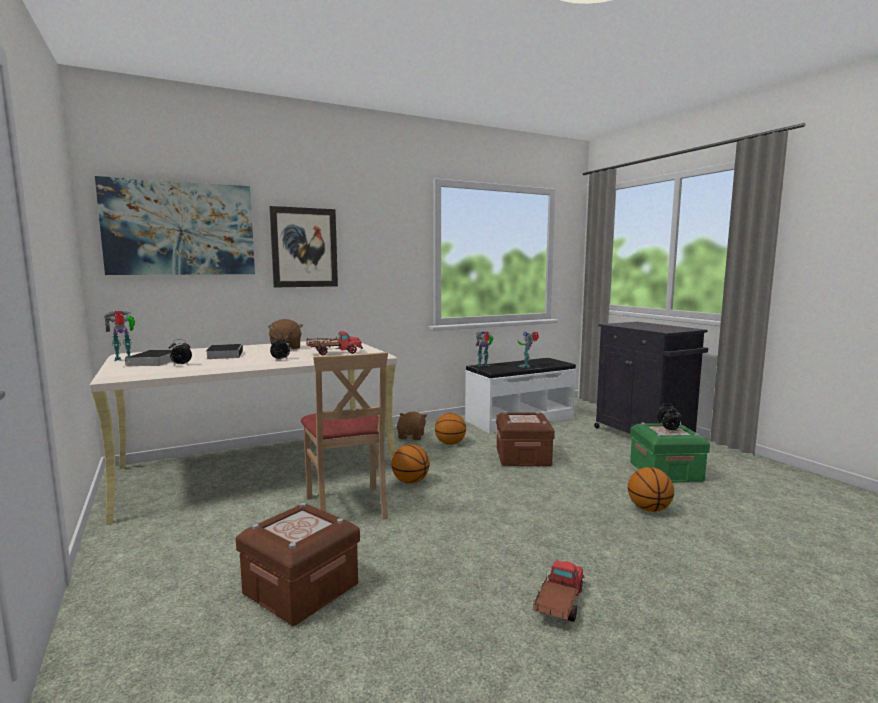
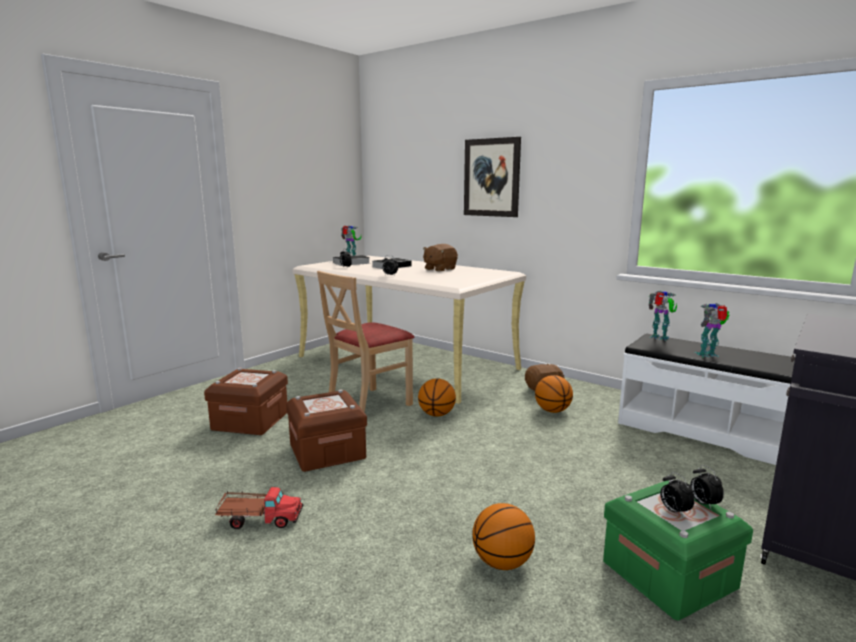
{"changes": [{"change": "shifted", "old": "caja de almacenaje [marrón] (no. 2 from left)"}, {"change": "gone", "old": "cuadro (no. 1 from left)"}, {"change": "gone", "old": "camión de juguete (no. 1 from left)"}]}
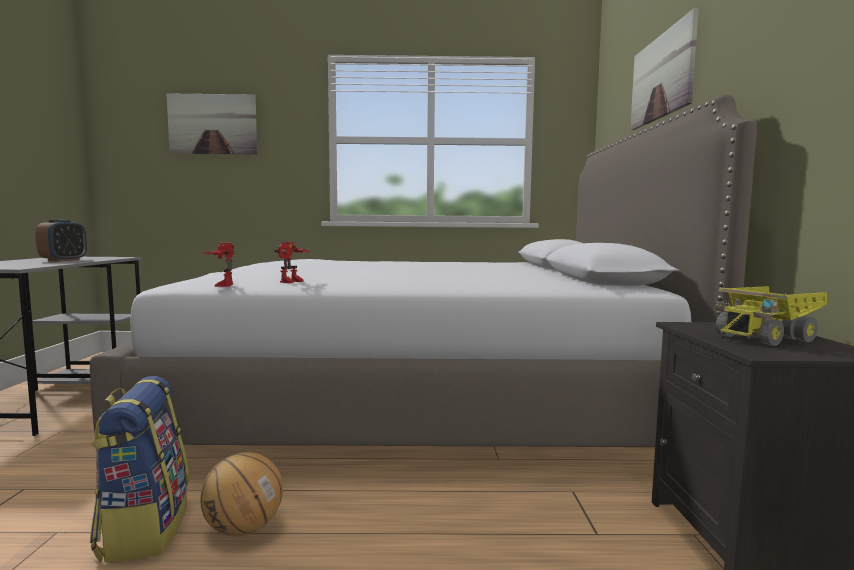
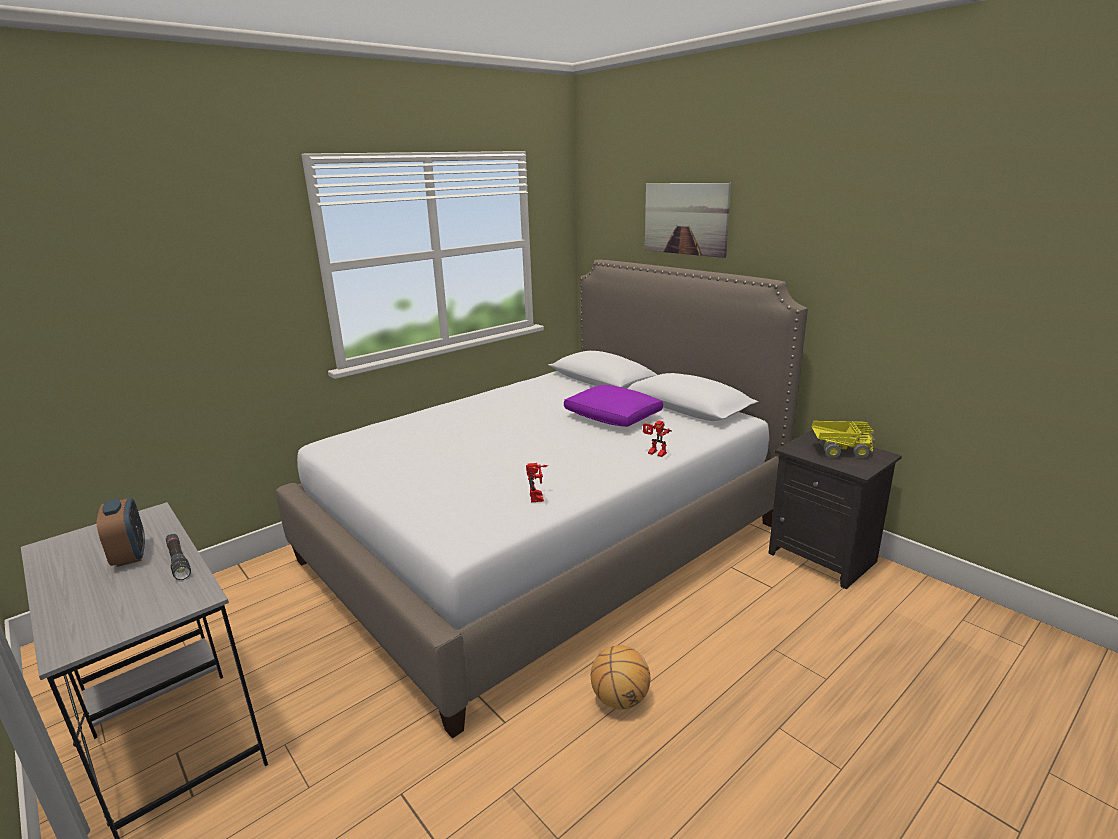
{"changes": [{"change": "new", "new": "linterna [negro]"}, {"change": "new", "new": "cojín [morado]"}, {"change": "shifted", "old": "robot de juguete (no. 1 from left in the first image)", "new": "robot de juguete (no. 2 from left)"}, {"change": "rotated", "old": "camión de juguete", "degrees": -105}, {"change": "gone", "old": "mochila"}, {"change": "gone", "old": "cuadro (no. 1 from left)"}]}
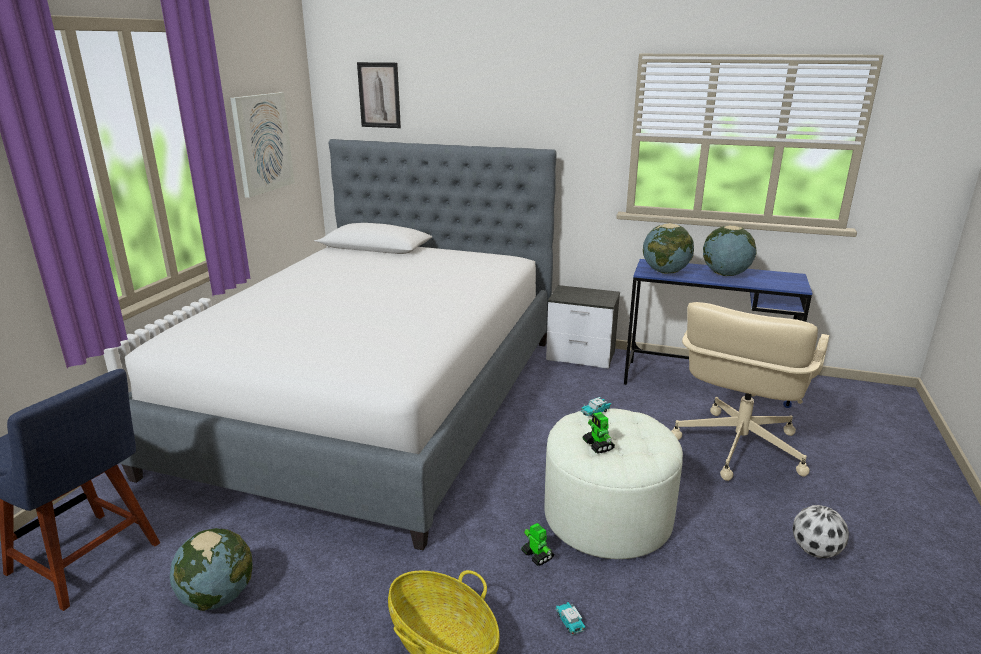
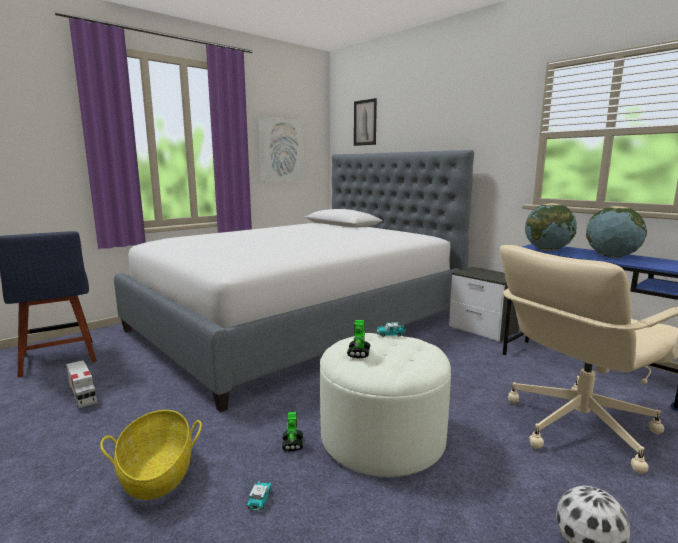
{"changes": [{"change": "swapped", "old": "globo terráqueo (no. 1 from left)", "new": "camión de juguete"}]}
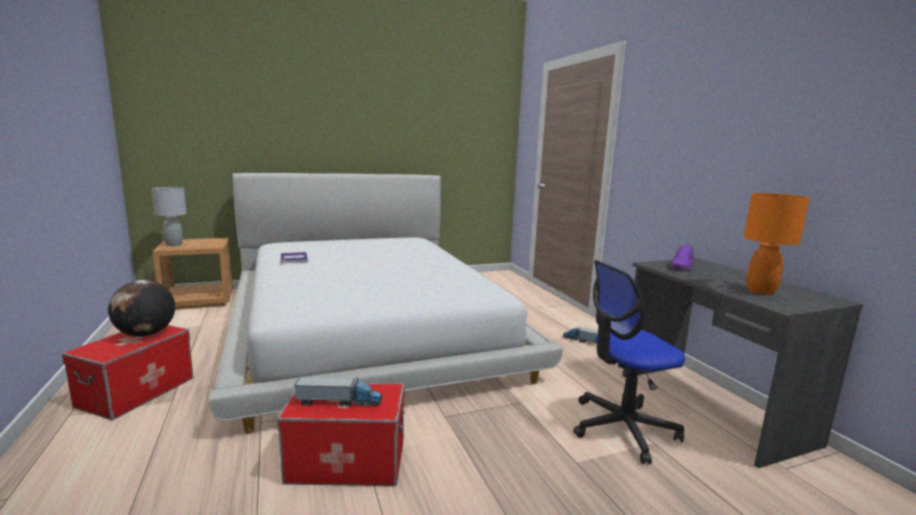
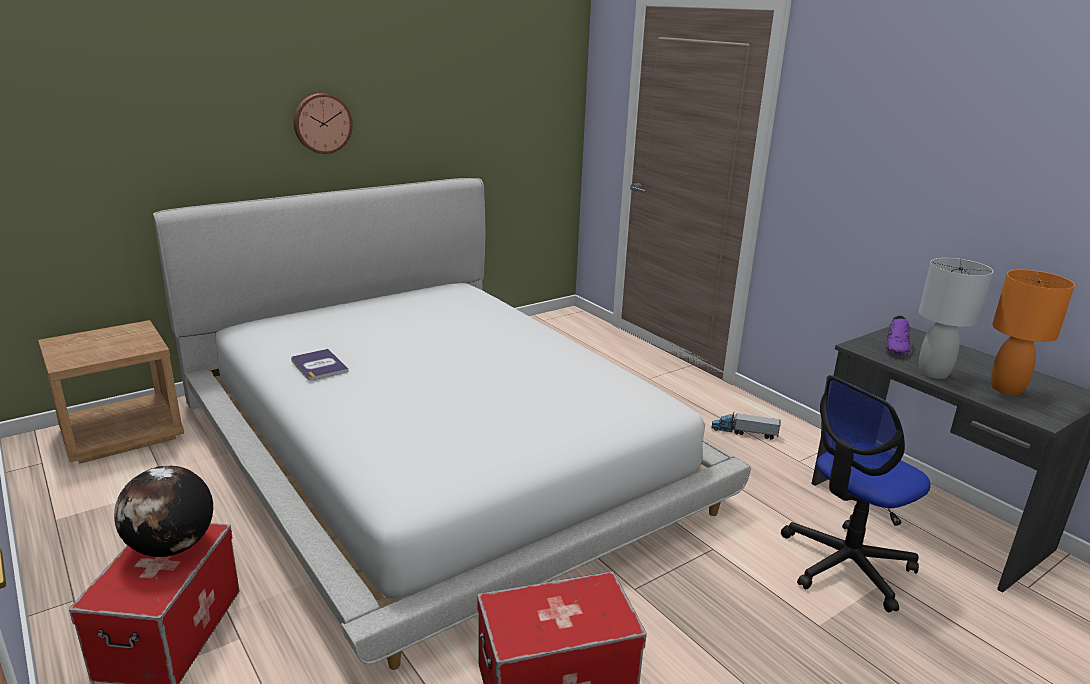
{"changes": [{"change": "new", "new": "reloj de pared"}, {"change": "shifted", "old": "lámpara de mesa [gris]"}, {"change": "gone", "old": "camión de juguete (no. 1 from left)"}]}
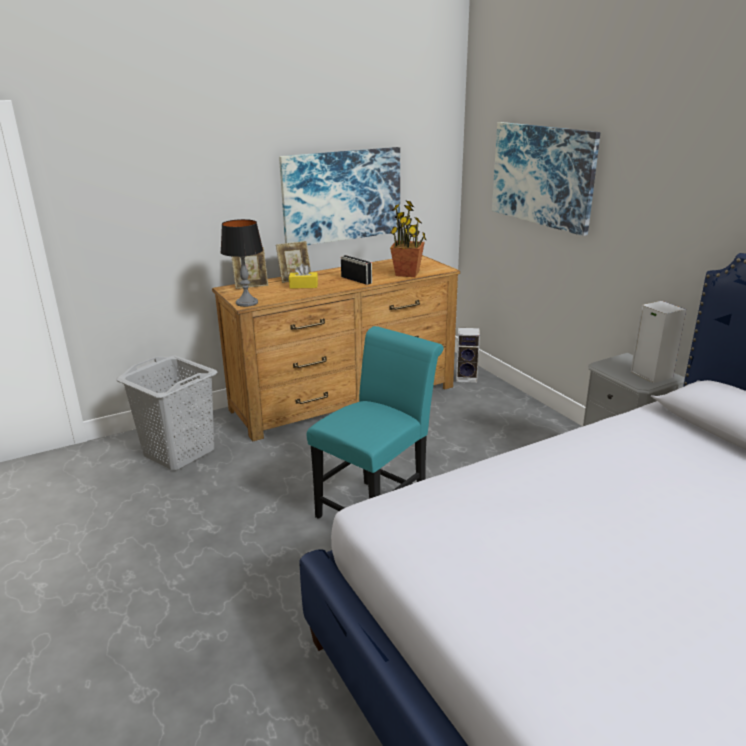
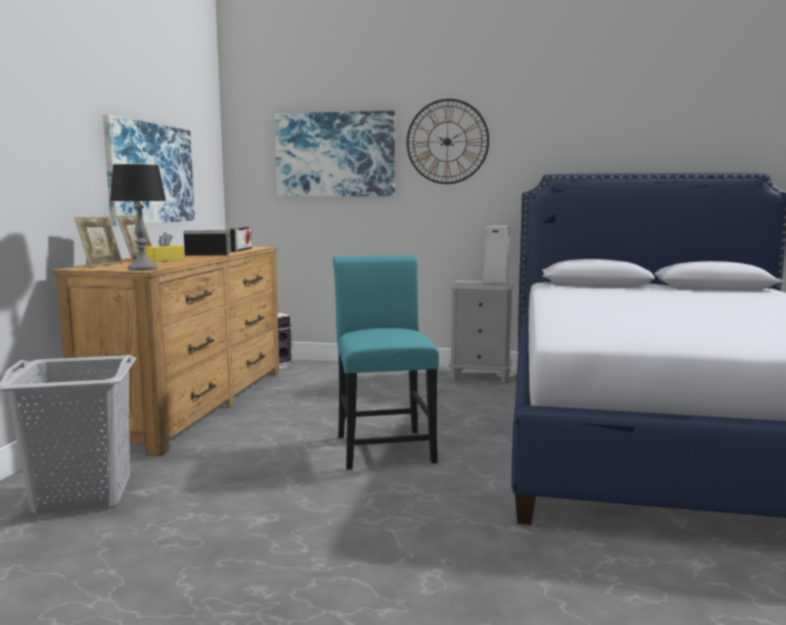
{"changes": [{"change": "swapped", "old": "planta en maceta", "new": "radio (no. 2 from left)"}, {"change": "new", "new": "reloj de pared"}]}
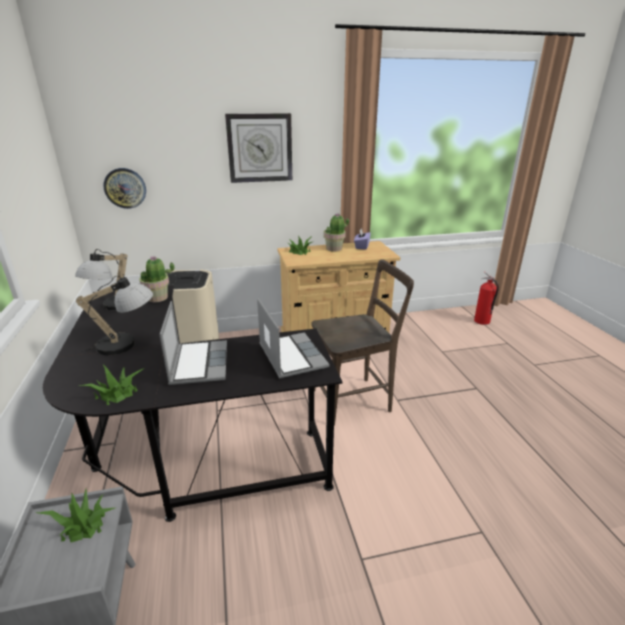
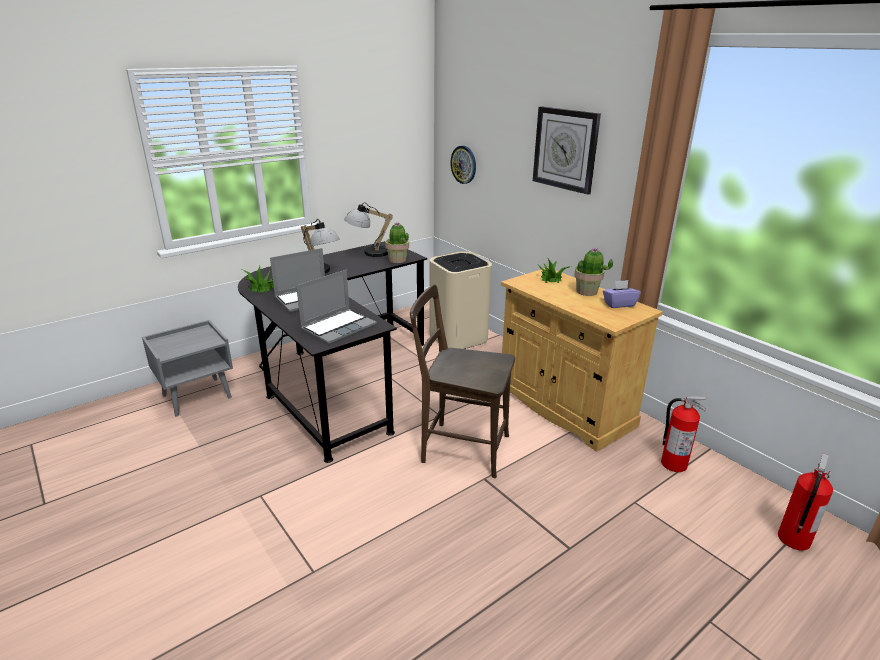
{"changes": [{"change": "rotated", "old": "silla [marrón]", "degrees": 150}, {"change": "new", "new": "extintor (no. 1 from left)"}, {"change": "gone", "old": "planta en maceta (no. 1 from left)"}]}
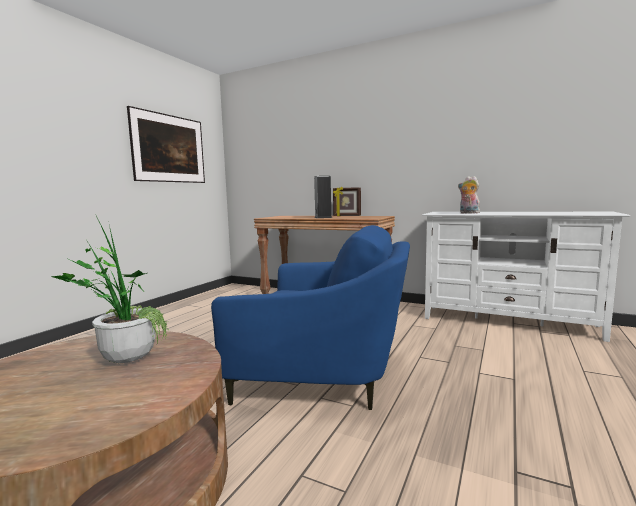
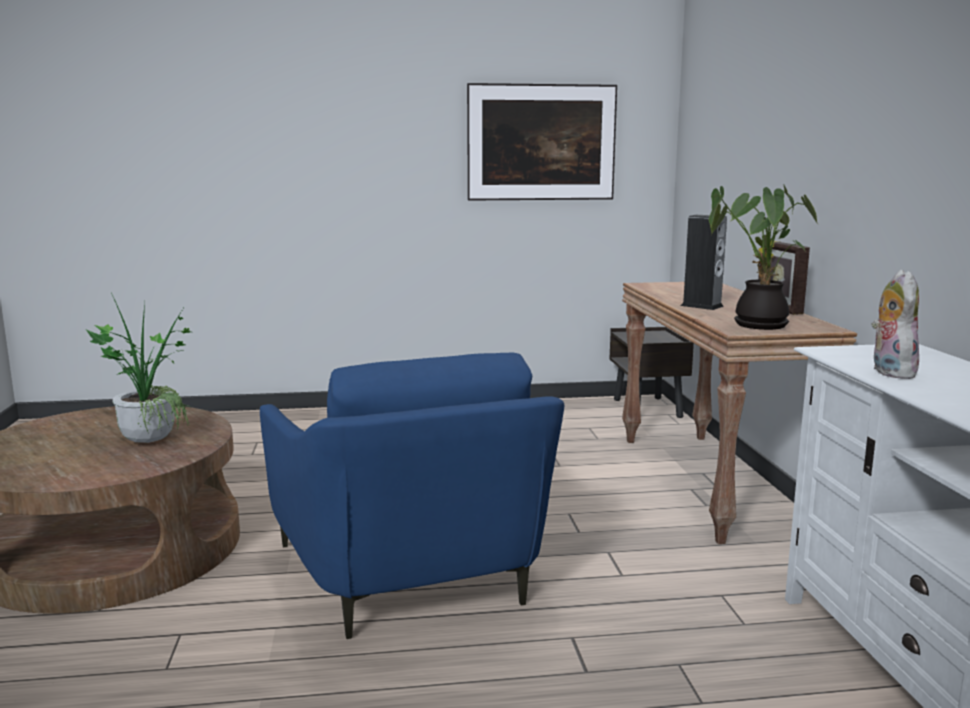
{"changes": [{"change": "new", "new": "mesita de noche [marrón]"}, {"change": "new", "new": "planta en maceta (no. 2 from left)"}]}
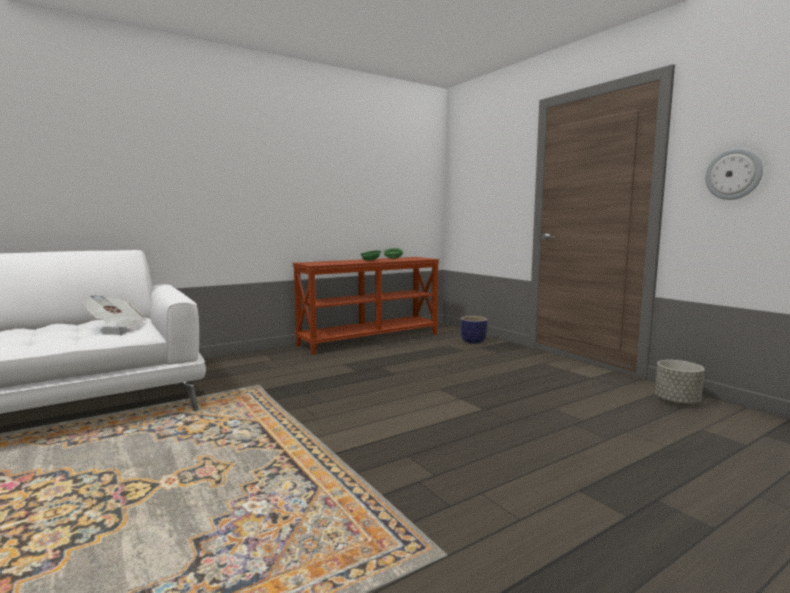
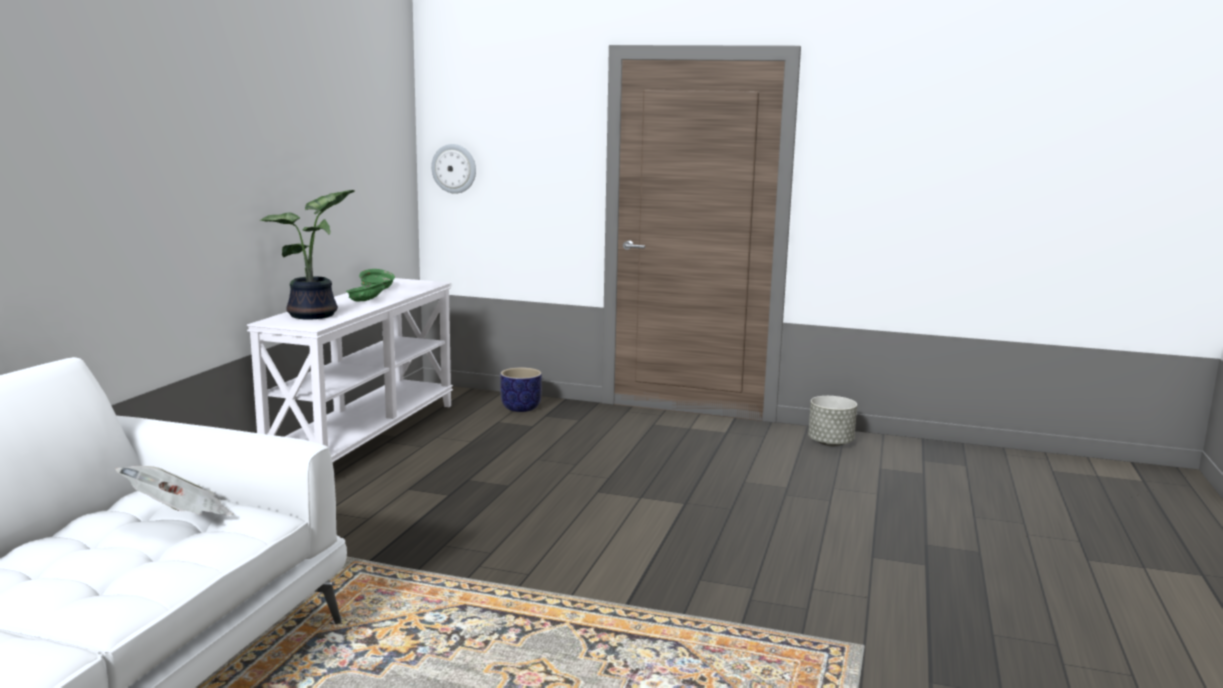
{"changes": [{"change": "repainted", "old": "mesa consola [marrón]", "new": "mesa consola [blanco]"}, {"change": "new", "new": "planta en maceta"}, {"change": "shifted", "old": "reloj de pared"}]}
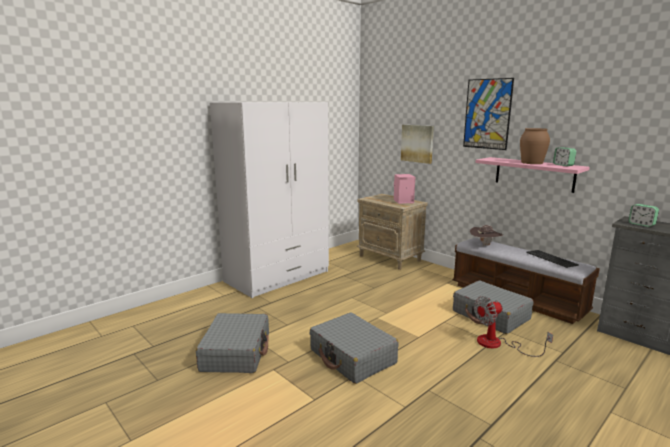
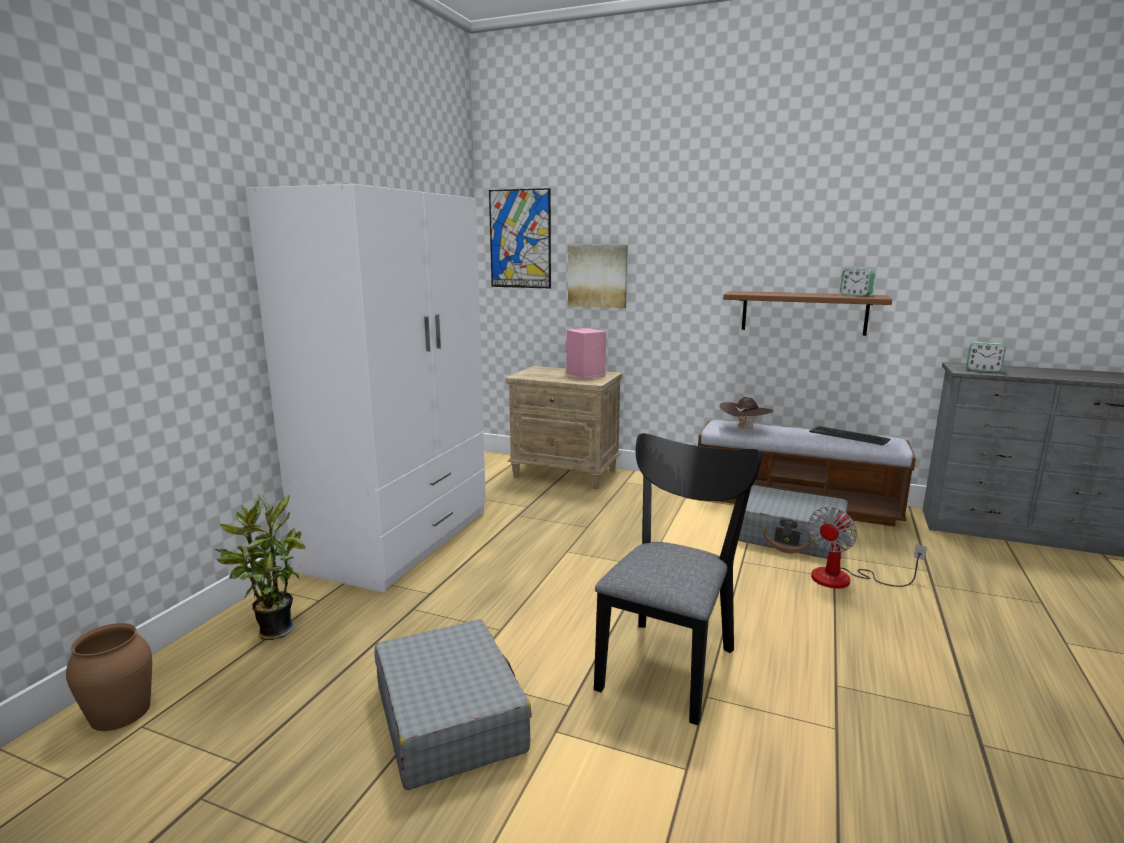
{"changes": [{"change": "shifted", "old": "florero [marrón]"}, {"change": "new", "new": "planta en maceta"}, {"change": "shifted", "old": "cuadro (no. 2 from left in the first image)", "new": "cuadro (no. 1 from left)"}, {"change": "swapped", "old": "maleta [gris] (no. 2 from left)", "new": "silla [negro]"}, {"change": "repainted", "old": "estante [rosa]", "new": "estante [marrón]"}]}
